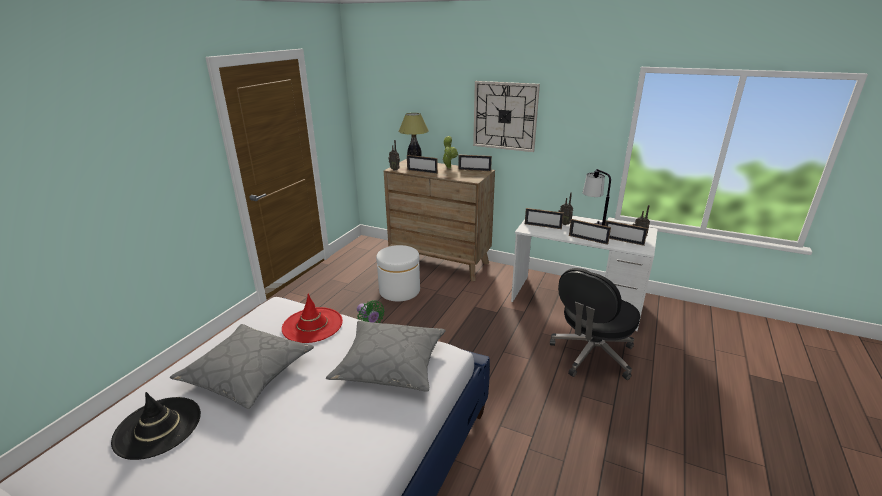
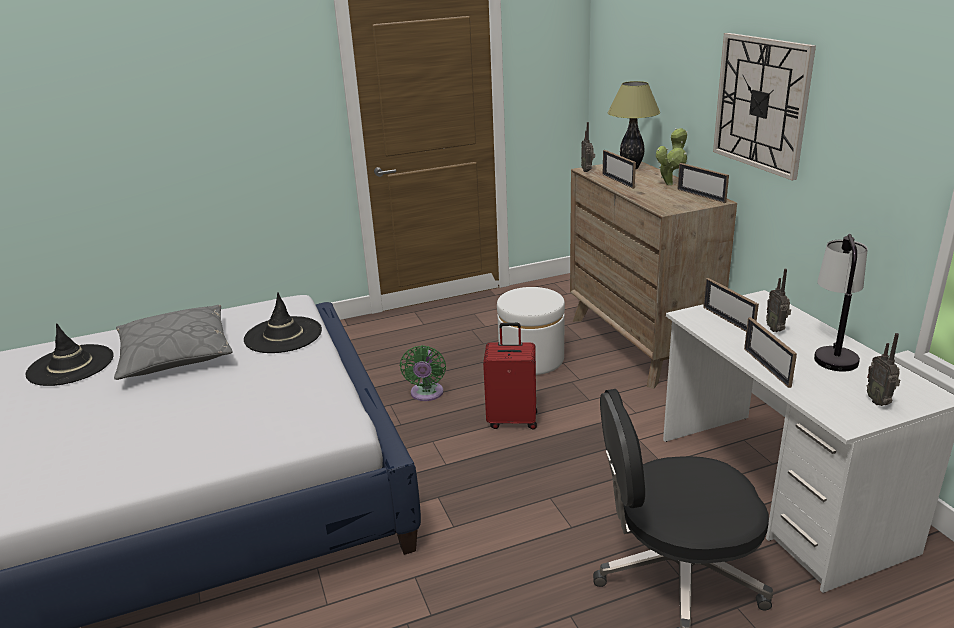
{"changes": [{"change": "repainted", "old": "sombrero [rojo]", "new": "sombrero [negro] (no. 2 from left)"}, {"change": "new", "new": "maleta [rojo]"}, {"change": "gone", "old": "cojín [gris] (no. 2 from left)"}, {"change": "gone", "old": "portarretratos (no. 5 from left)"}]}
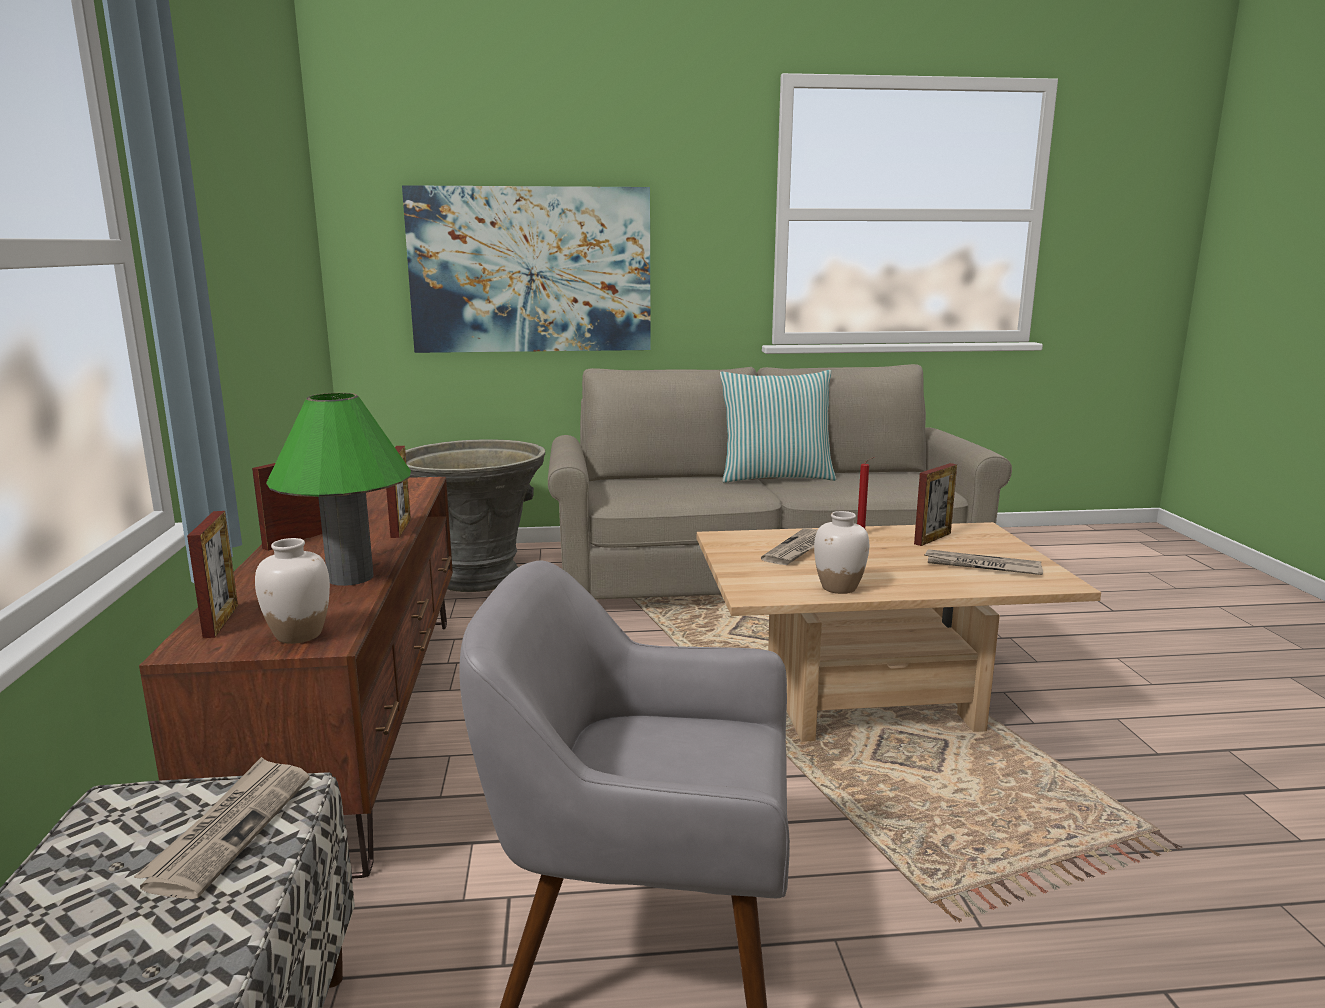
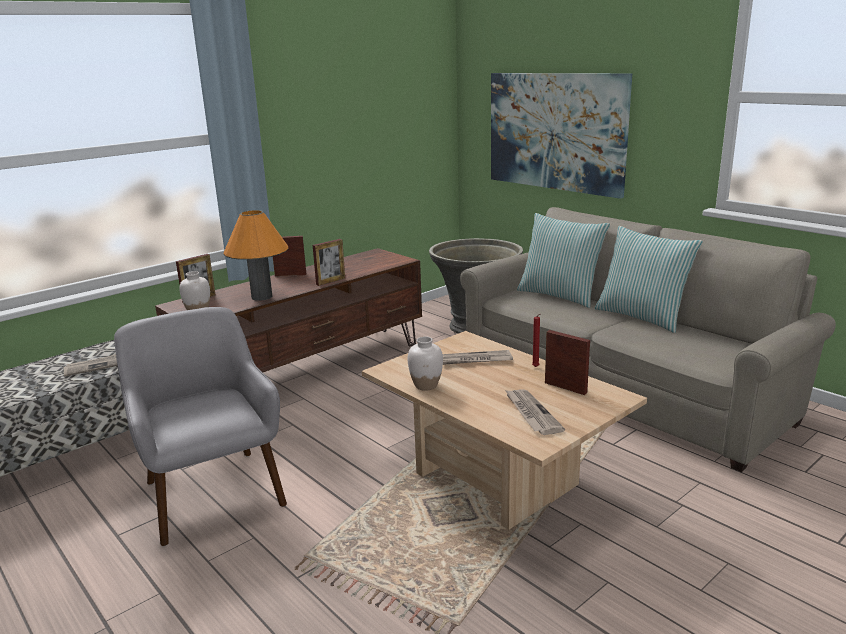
{"changes": [{"change": "repainted", "old": "lámpara de mesa [verde]", "new": "lámpara de mesa [naranja]"}, {"change": "new", "new": "cojín (no. 1 from left)"}, {"change": "rotated", "old": "portarretratos (no. 4 from left)", "degrees": -150}]}
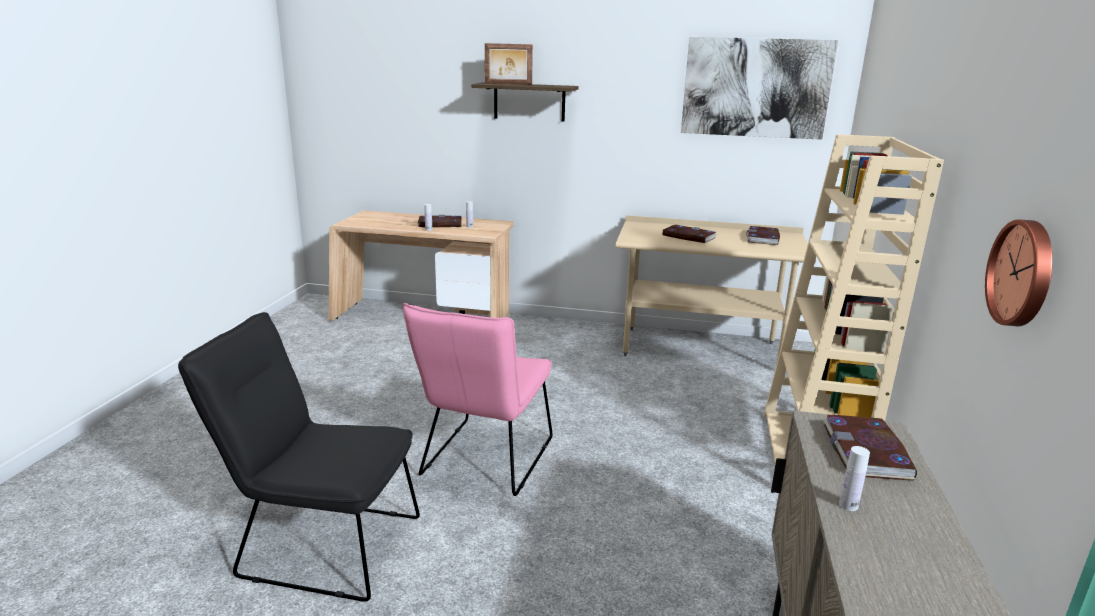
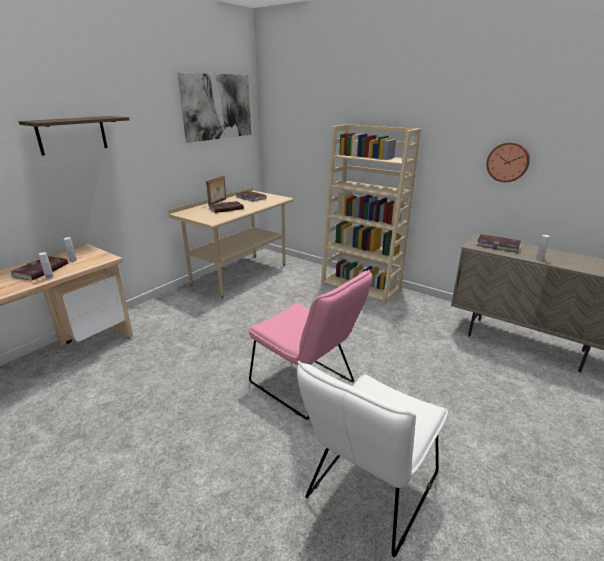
{"changes": [{"change": "shifted", "old": "portarretratos"}, {"change": "repainted", "old": "silla [negro]", "new": "silla [blanco]"}]}
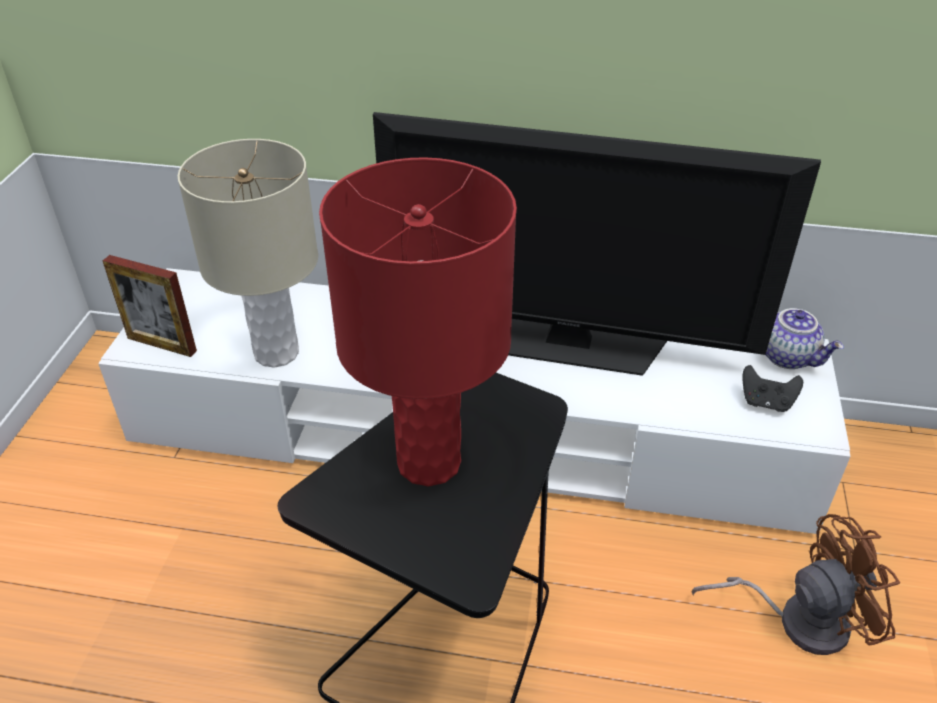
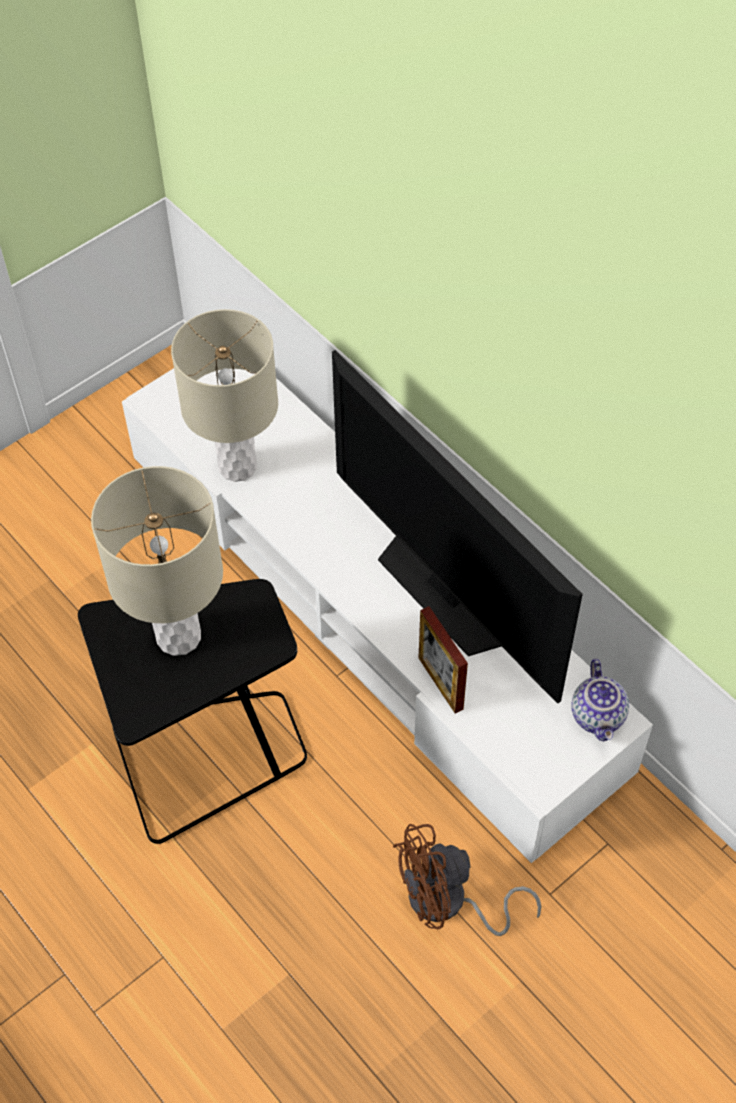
{"changes": [{"change": "repainted", "old": "lámpara de mesa [rojo]", "new": "lámpara de mesa [beis] (no. 1 from left)"}, {"change": "rotated", "old": "ventilador [marrón]", "degrees": 135}, {"change": "shifted", "old": "portarretratos"}, {"change": "gone", "old": "mando de consola [negro]"}]}
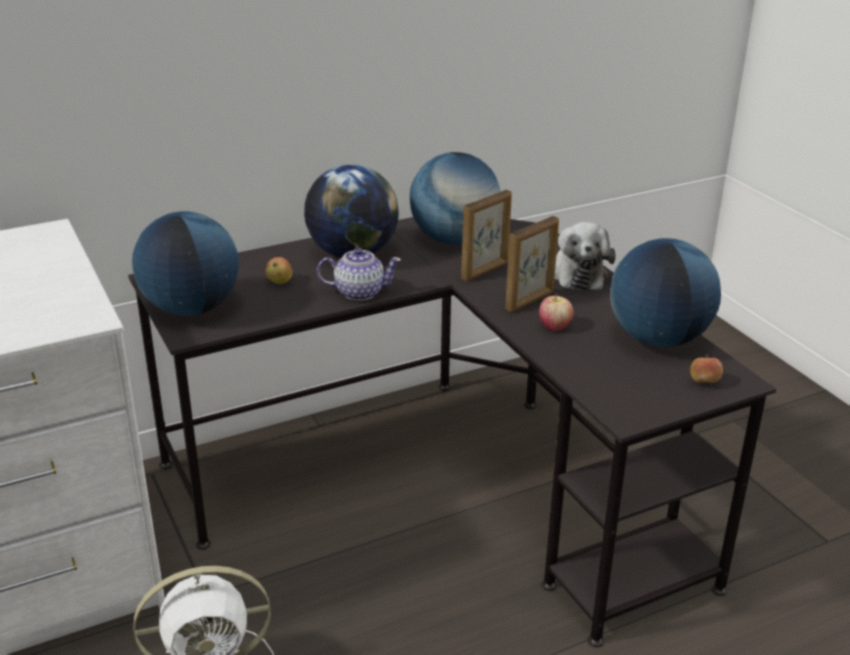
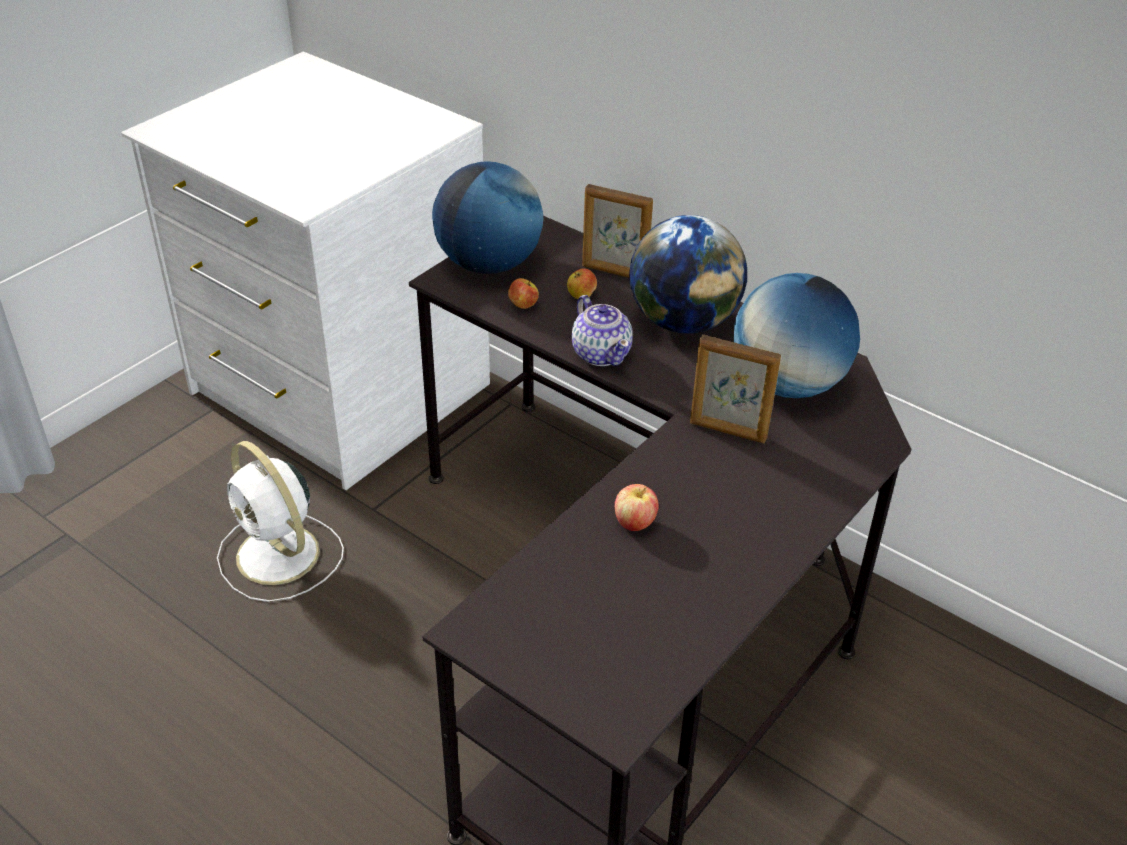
{"changes": [{"change": "shifted", "old": "manzana (no. 3 from left in the first image)", "new": "manzana (no. 1 from left)"}, {"change": "shifted", "old": "portarretratos (no. 2 from left in the first image)", "new": "portarretratos (no. 1 from left)"}, {"change": "gone", "old": "peluche"}, {"change": "gone", "old": "globo terráqueo (no. 4 from left)"}]}
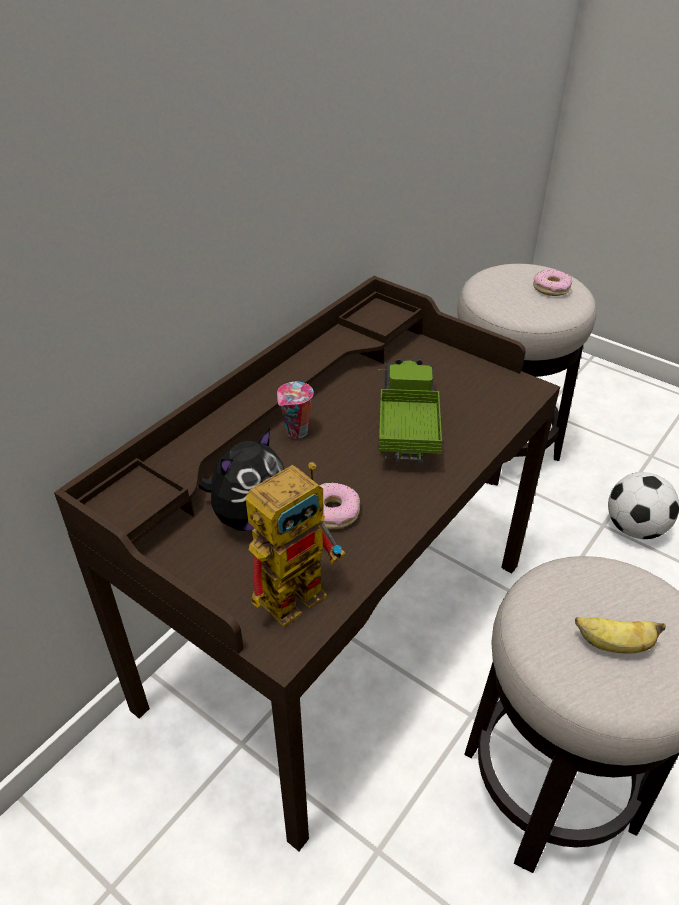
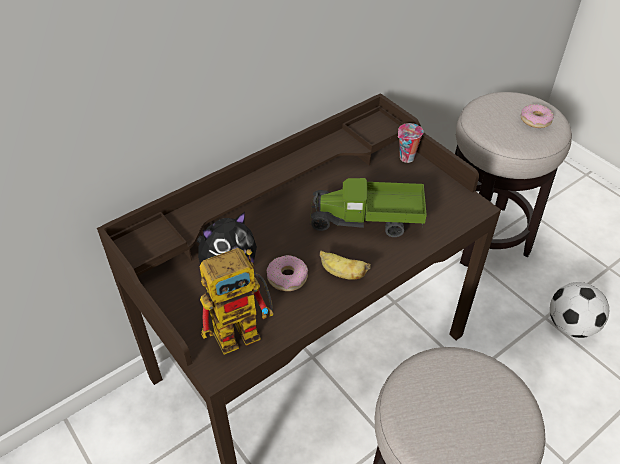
{"changes": [{"change": "rotated", "old": "camión de juguete", "degrees": -105}, {"change": "shifted", "old": "plátano"}, {"change": "shifted", "old": "taza"}]}
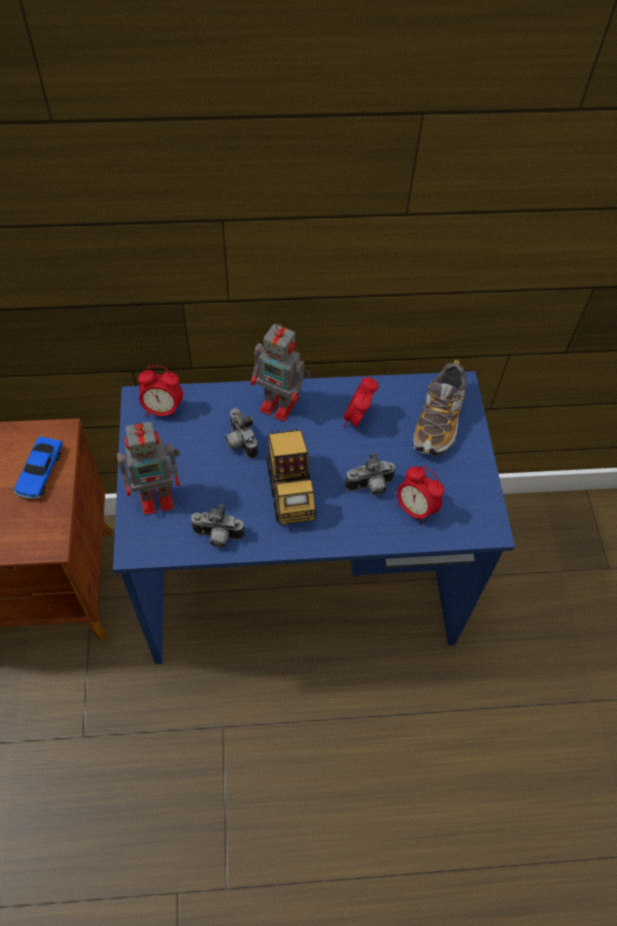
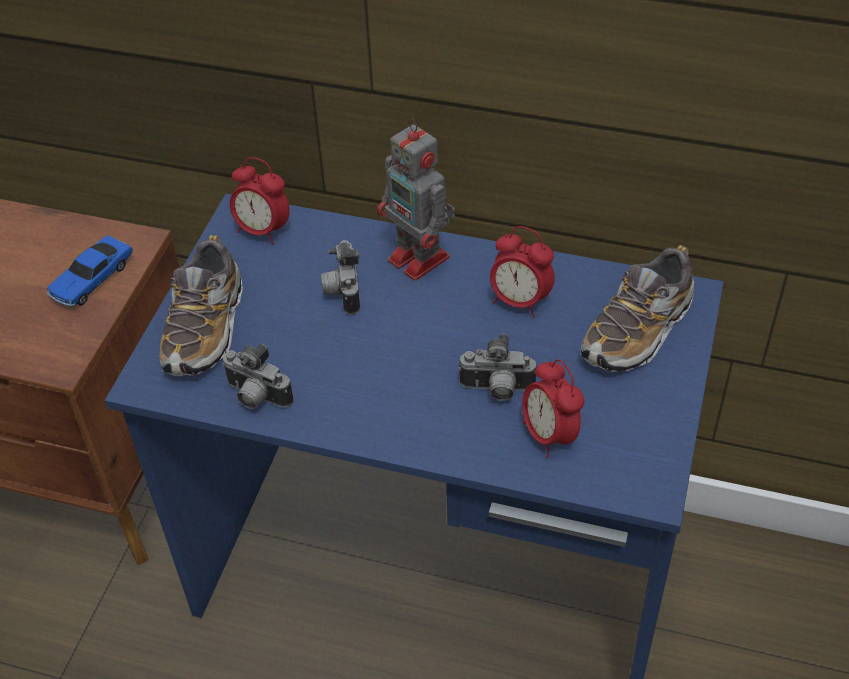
{"changes": [{"change": "swapped", "old": "robot de juguete (no. 1 from left)", "new": "zapato (no. 1 from left)"}, {"change": "rotated", "old": "despertador (no. 2 from left)", "degrees": -105}, {"change": "gone", "old": "camión de juguete"}]}
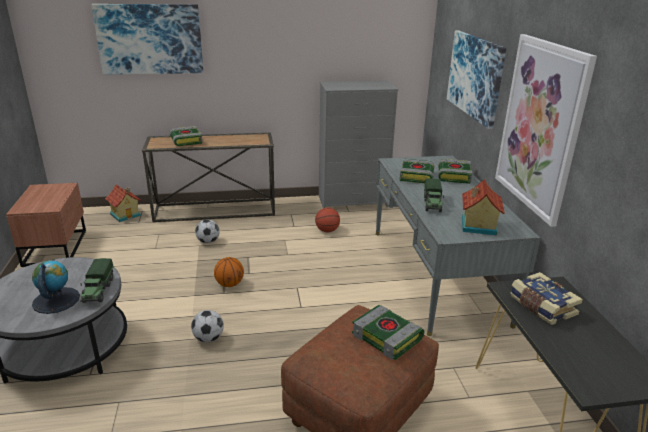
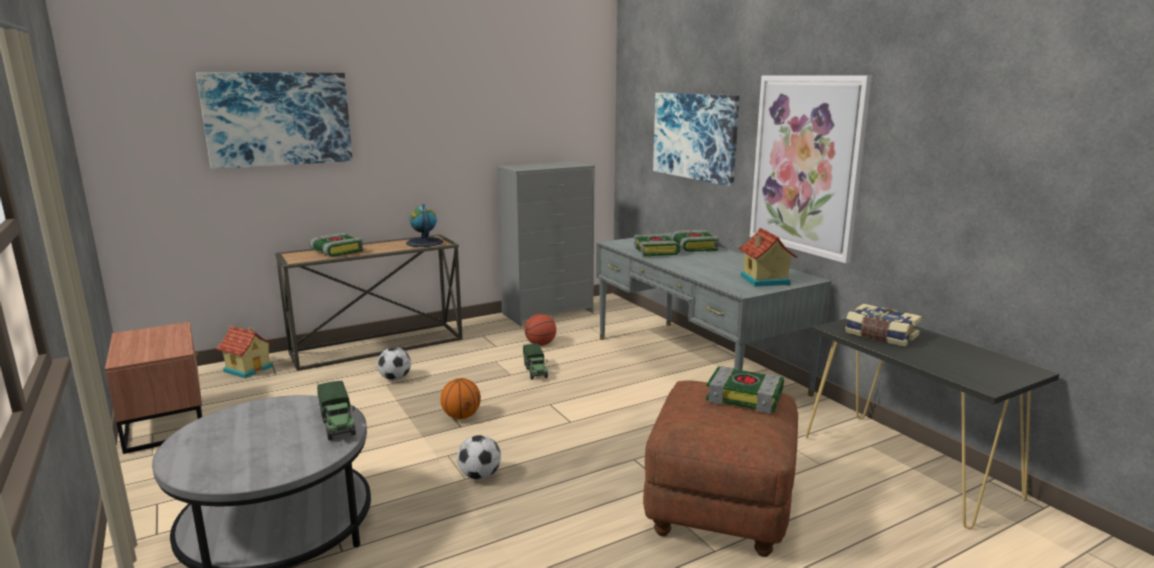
{"changes": [{"change": "shifted", "old": "globo terráqueo"}, {"change": "shifted", "old": "camión de juguete (no. 2 from left)"}]}
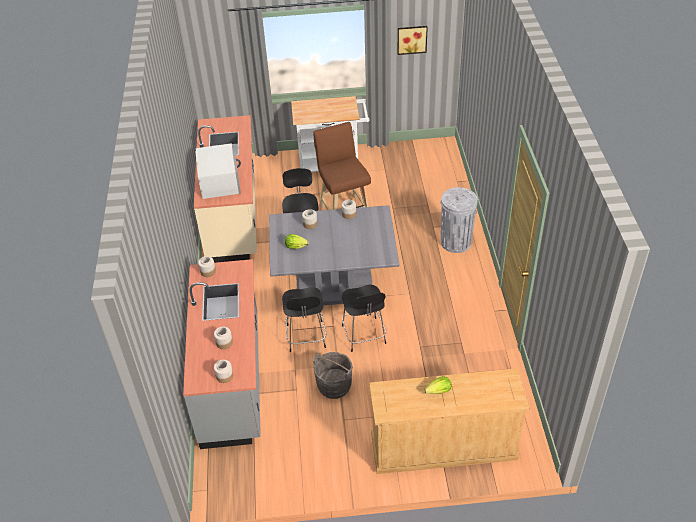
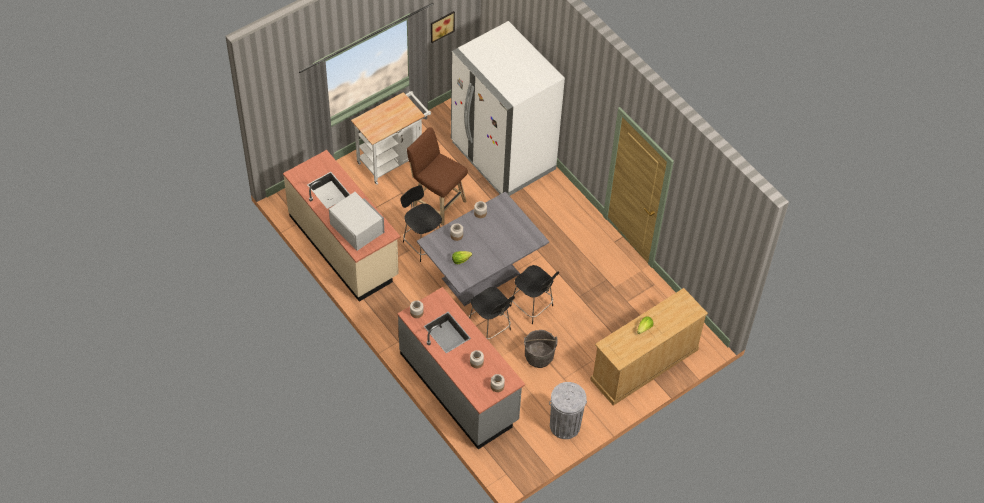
{"changes": [{"change": "new", "new": "nevera [blanco]"}, {"change": "shifted", "old": "papelera [gris]"}]}
